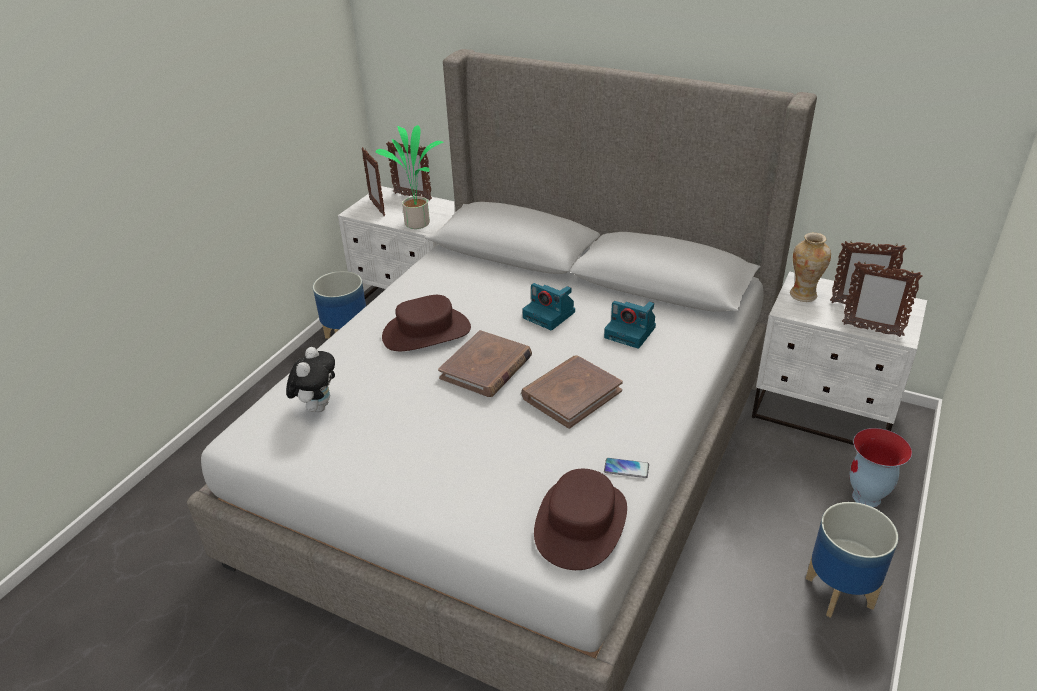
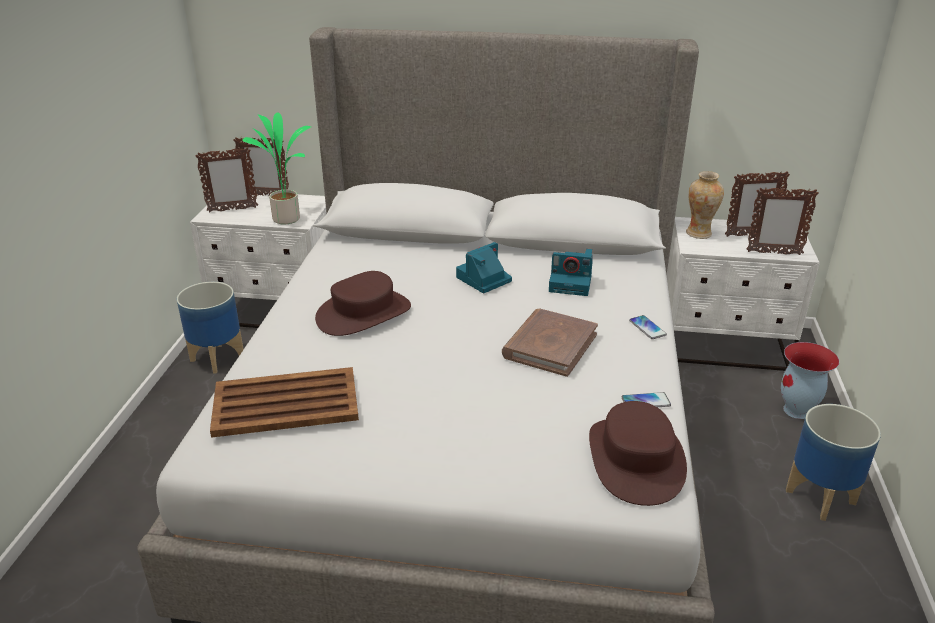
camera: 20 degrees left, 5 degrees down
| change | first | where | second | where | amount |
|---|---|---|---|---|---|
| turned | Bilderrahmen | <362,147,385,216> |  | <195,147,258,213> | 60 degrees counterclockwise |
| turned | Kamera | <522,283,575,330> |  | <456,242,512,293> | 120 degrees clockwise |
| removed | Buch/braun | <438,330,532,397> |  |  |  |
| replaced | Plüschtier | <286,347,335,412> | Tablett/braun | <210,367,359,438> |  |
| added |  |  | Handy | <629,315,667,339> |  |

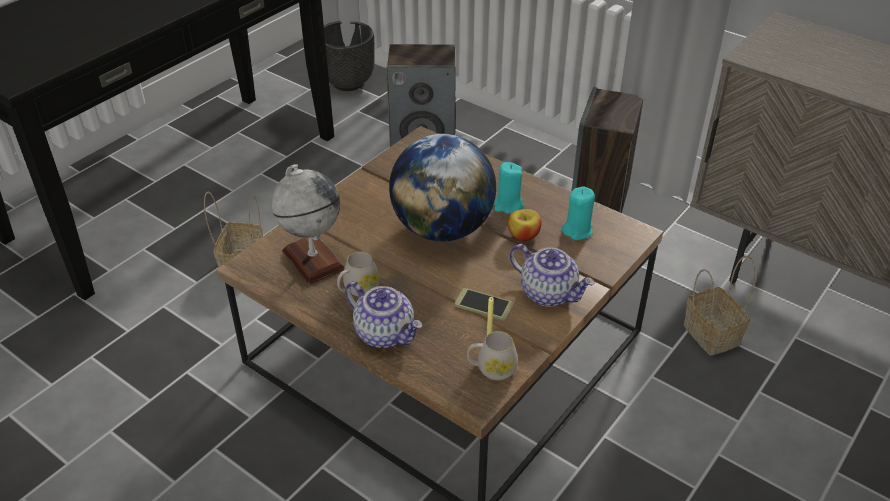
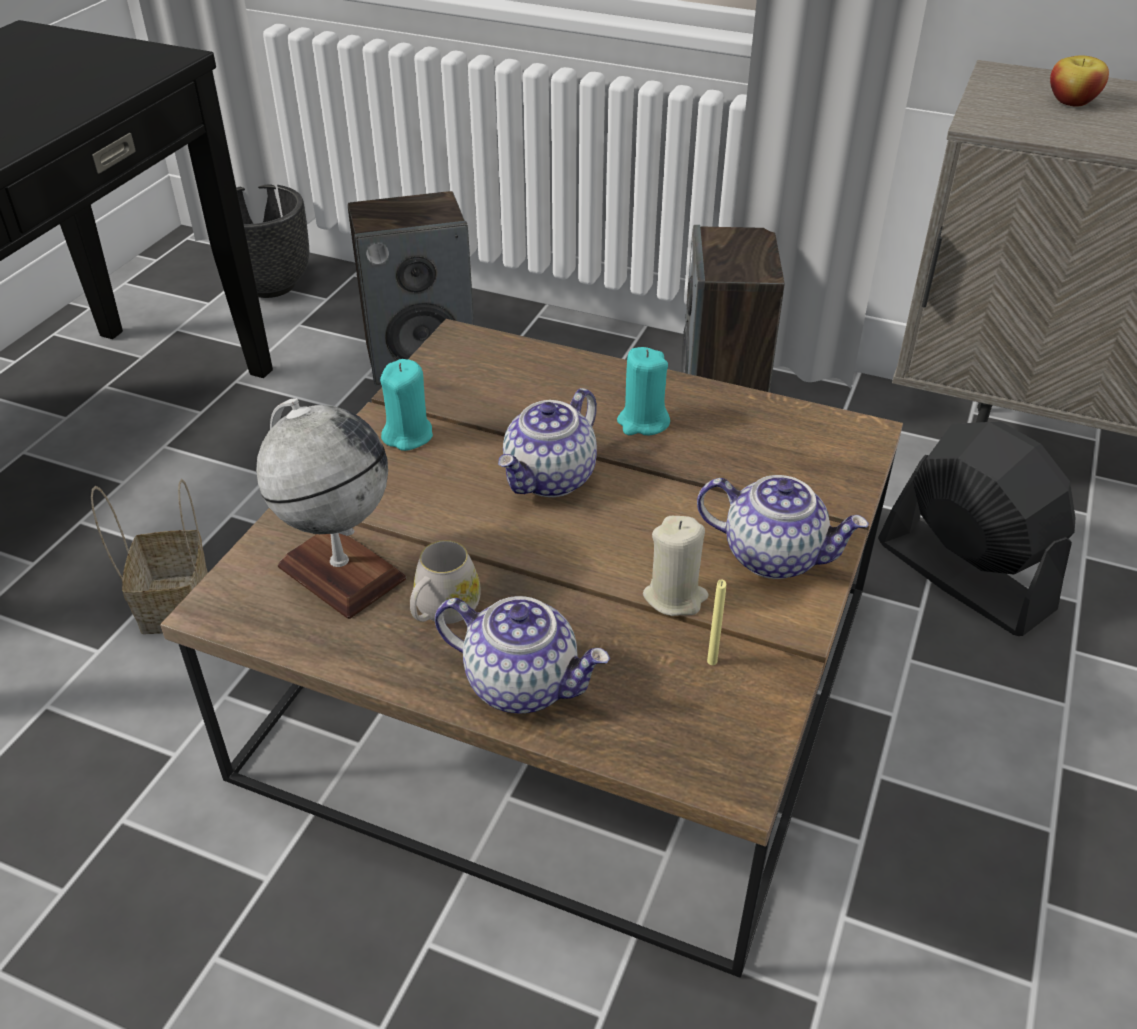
camera: 15 degrees left, 0 degrees up
| change | first | where | second | where | amount |
|---|---|---|---|---|---|
| replaced | Globus | <389,134,496,241> | Teekanne | <498,388,597,497> |  |
| moved | Kerze/türkis | <562,186,595,240> |  | <380,359,433,451> |  |
| moved | Apfel | <508,209,541,242> |  | <1050,55,1109,107> |  |
| replaced | Korb | <684,255,756,356> | Ventilator/schwarz | <878,422,1075,636> |  |
| replaced | Handy | <455,288,514,321> | Kerze/beige | <643,516,709,616> |  |
| removed | Henkelbecher/weiß | <467,331,518,380> |  |  |  |

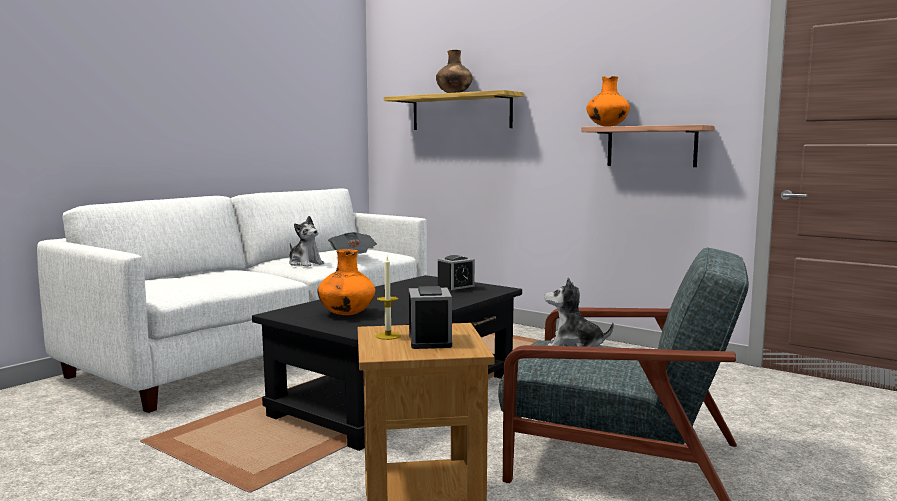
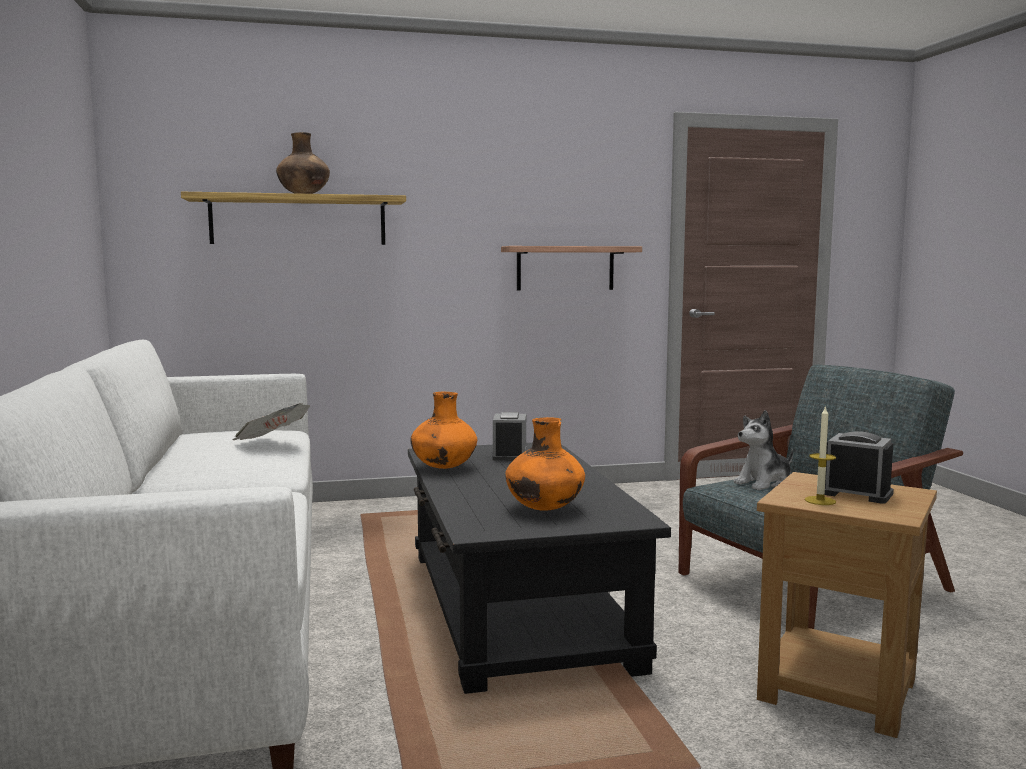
camera: 50 degrees left, 0 degrees up
| change | first | where | second | where | amount |
|---|---|---|---|---|---|
| moved | Vase/orange | <586,76,630,126> |  | <410,392,477,469> |  |
| removed | Plüschtier | <289,216,324,267> |  |  |  |

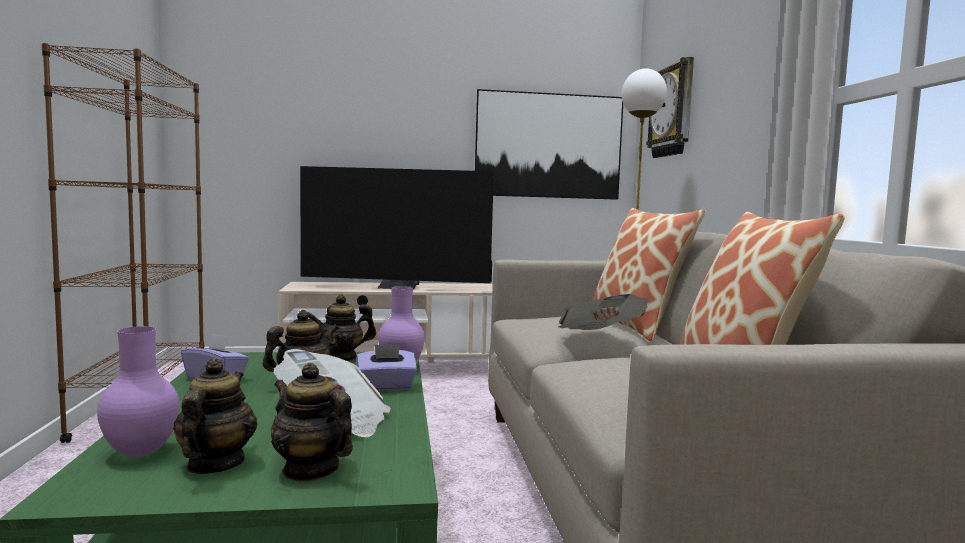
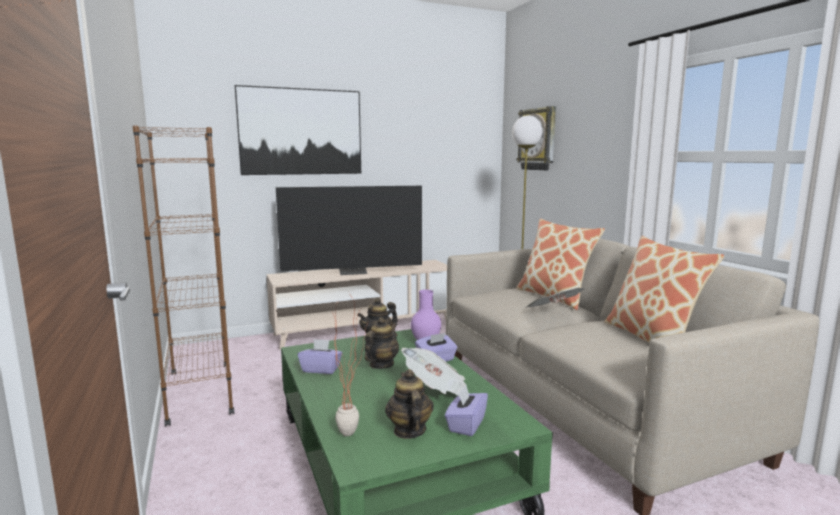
camera: 15 degrees left, 5 degrees up
| change | first | where | second | where | amount |
|---|---|---|---|---|---|
| moved | Bild | <475,89,623,200> |  | <235,85,361,175> |  |
| replaced | Vase/lila | <97,326,179,457> | Topfpflanze | <332,293,367,436> |  |
| replaced | Teekanne | <271,363,353,481> | Taschentuchbox/lila | <445,385,488,436> |  |

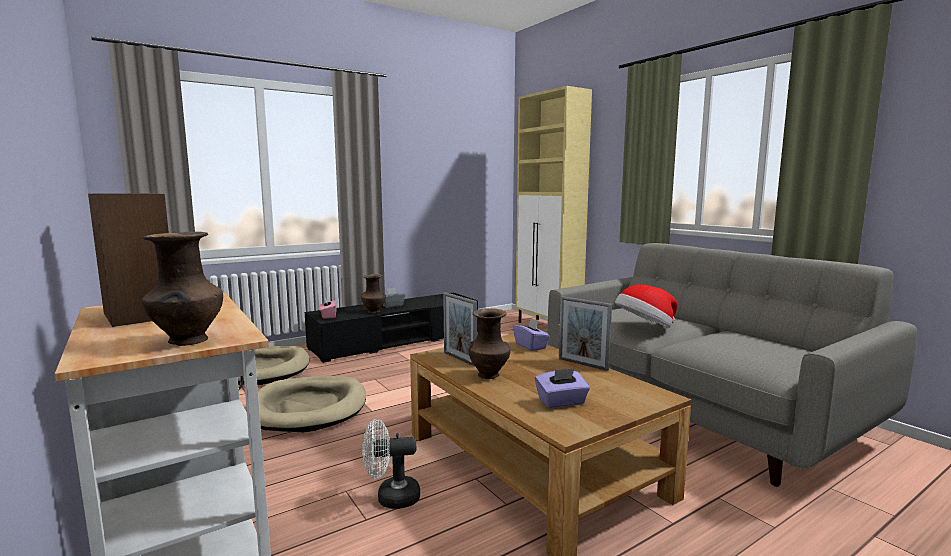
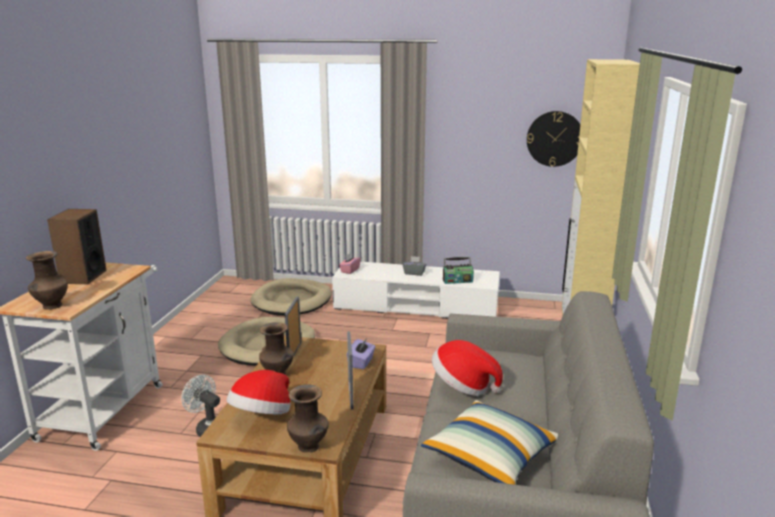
camera: 45 degrees right, 10 degrees up
| change | first | where | second | where | amount |
|---|---|---|---|---|---|
| moved | Vase/braun | <361,274,386,313> |  | <287,385,329,453> |  |
| recoloured | Fernsehschrank/schwarz | <305,293,478,363> | Fernsehschrank/weiß | <332,262,500,319> |  |
| replaced | Taschentuchbox/lila | <535,368,590,409> | Hut | <227,370,291,414> |  |
| added |  |  | Wanduhr | <527,111,580,167> |  |
| added |  |  | Radio | <443,257,474,284> |  |
| added |  |  | Kissen | <421,400,558,485> |  |

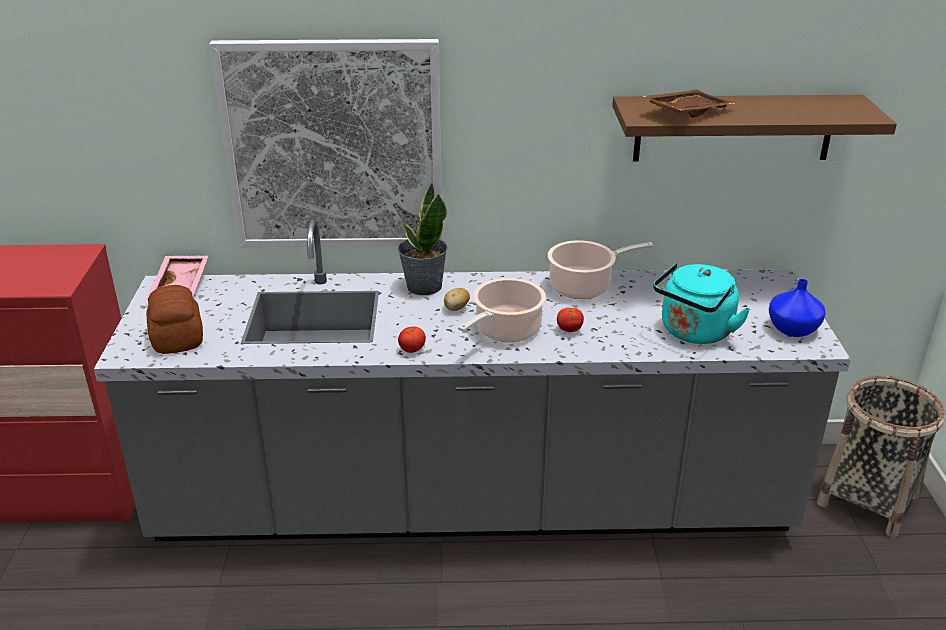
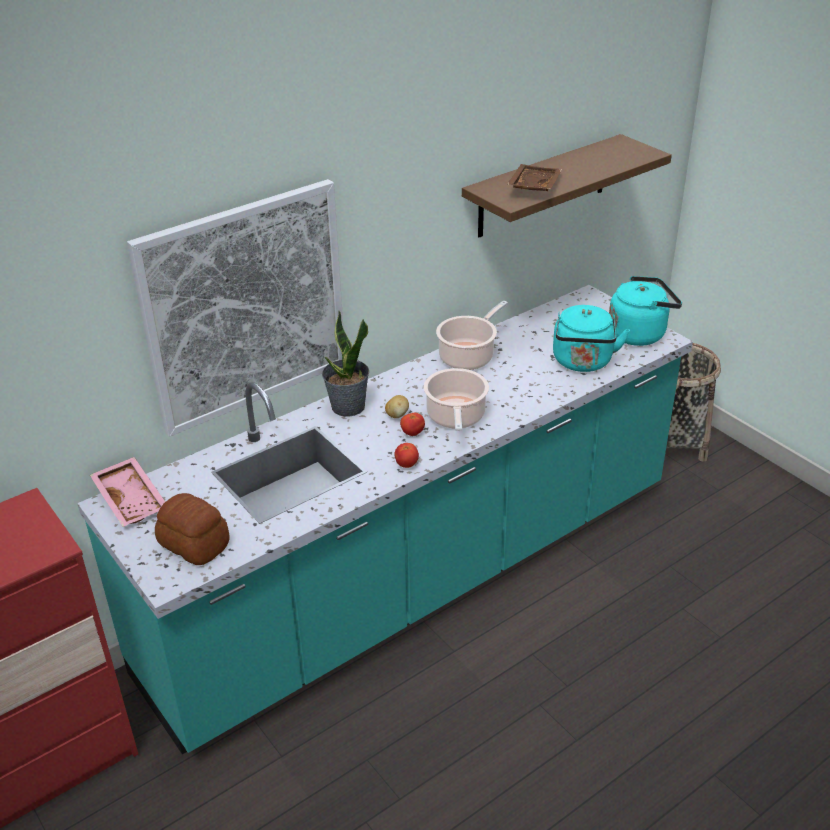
camera: 35 degrees left, 5 degrees up
| change | first | where | second | where | amount |
|---|---|---|---|---|---|
| recoloured | Küchenzeile/grau | <94,219,851,541> | Küchenzeile/türkis | <77,285,693,755> |  |
| replaced | Vase/blau | <769,279,826,337> | Wasserkessel/türkis | <609,276,682,346> |  |
| moved | Tomate | <557,308,584,332> |  | <400,413,425,436> |  |

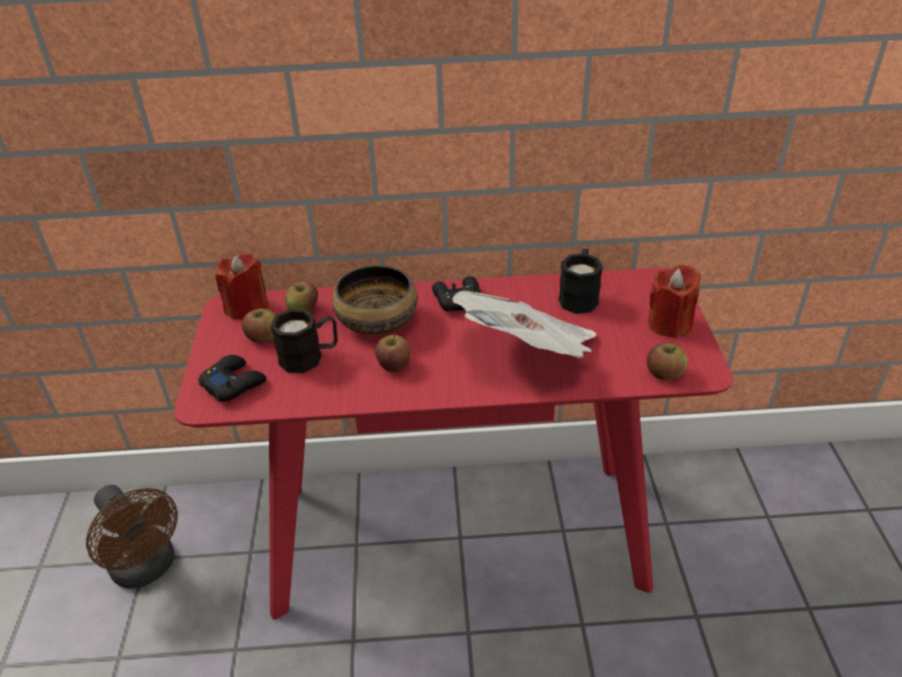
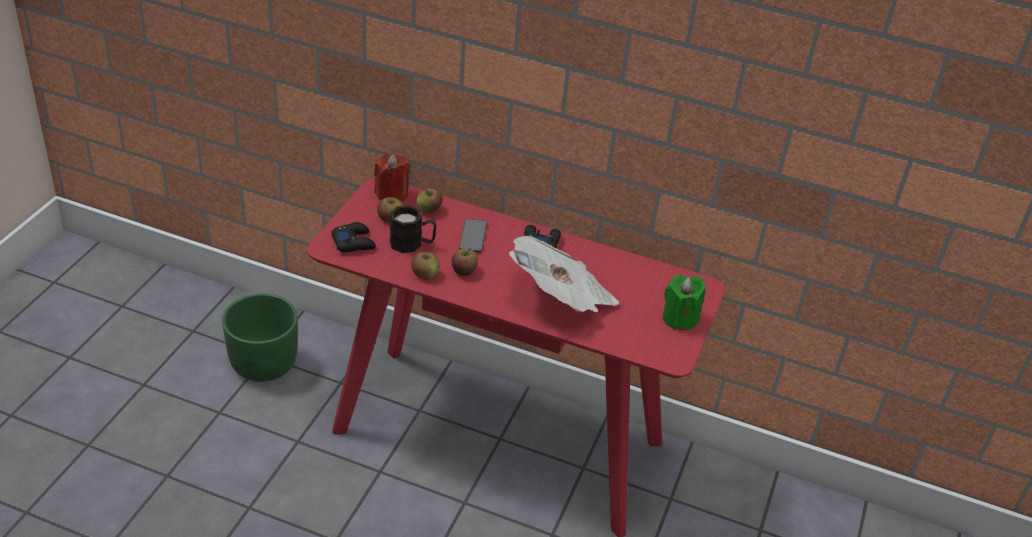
camera: 20 degrees right, 0 degrees up
| change | first | where | second | where | amount |
|---|---|---|---|---|---|
| removed | Henkelbecher/schwarz | <558,249,603,314> |  |  |  |
| replaced | Schüssel | <332,265,417,335> | Handy | <459,219,487,253> |  |
| recoloured | Kerze/rot | <648,265,700,338> | Kerze/grün | <663,275,705,330> |  |
| moved | Apfel | <647,343,688,380> |  | <411,252,439,279> |  |
| replaced | Ventilator/braun | <86,485,178,589> | Pflanzkübel/grün | <222,294,298,382> |  |

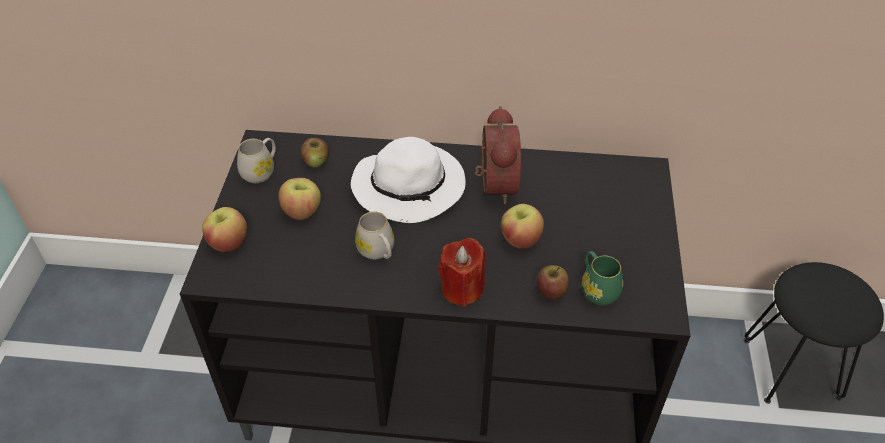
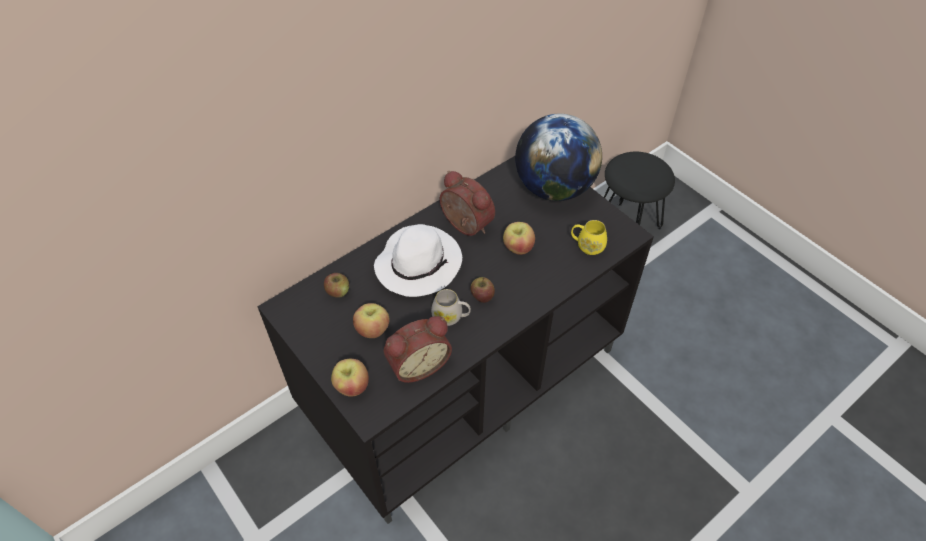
camera: 45 degrees left, 5 degrees up
| change | first | where | second | where | amount |
|---|---|---|---|---|---|
| removed | Henkelbecher/weiß | <237,138,276,183> |  |  |  |
| removed | Kerze/rot | <438,238,485,307> |  |  |  |
| recoloured | Henkelbecher/grün | <581,251,623,305> | Henkelbecher/gelb | <571,220,607,255> |  |
| moved | Apfel | <537,265,569,300> |  | <470,277,495,303> |  |
| added |  |  | Globus | <515,114,602,201> |  |
| added |  |  | Wecker | <383,316,452,383> |  |

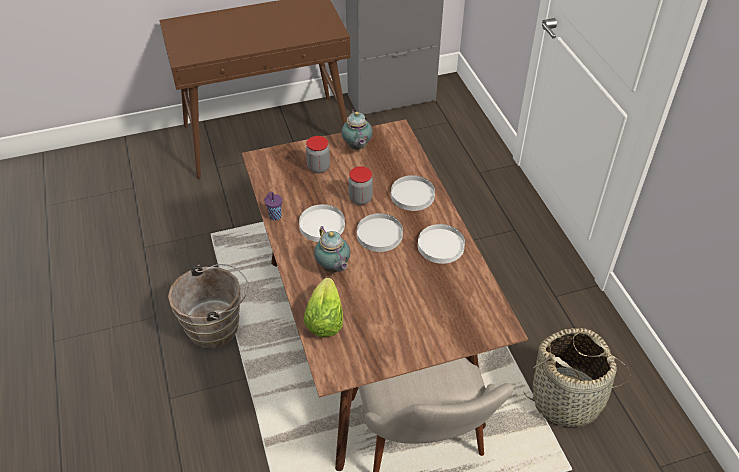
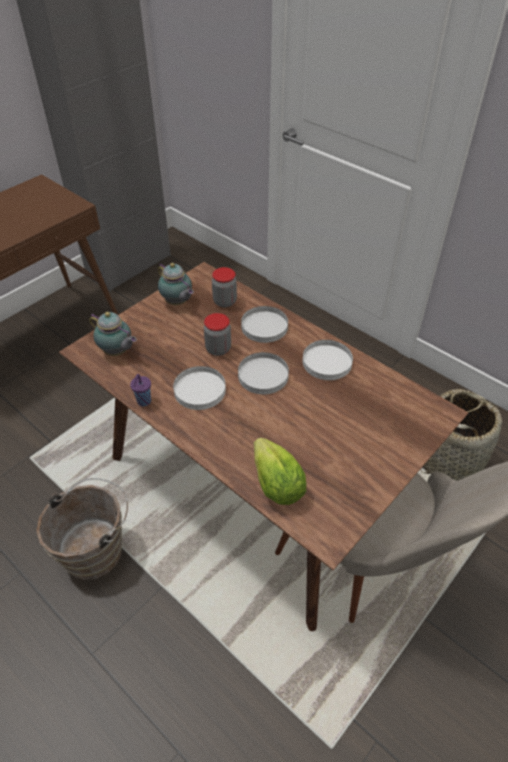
camera: 30 degrees left, 0 degrees up
| change | first | where | second | where | amount |
|---|---|---|---|---|---|
| moved | Vorratsglas | <306,136,330,173> |  | <212,267,237,308> |  |
| moved | Teekanne | <314,226,350,273> |  | <89,312,137,356> |  |

